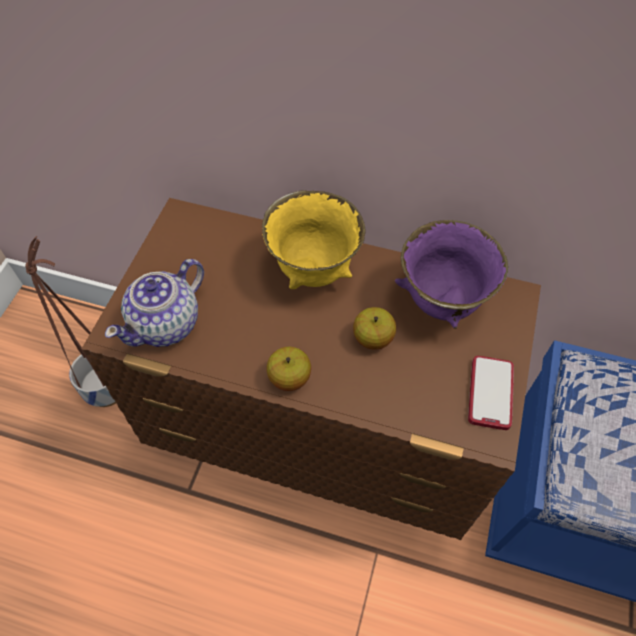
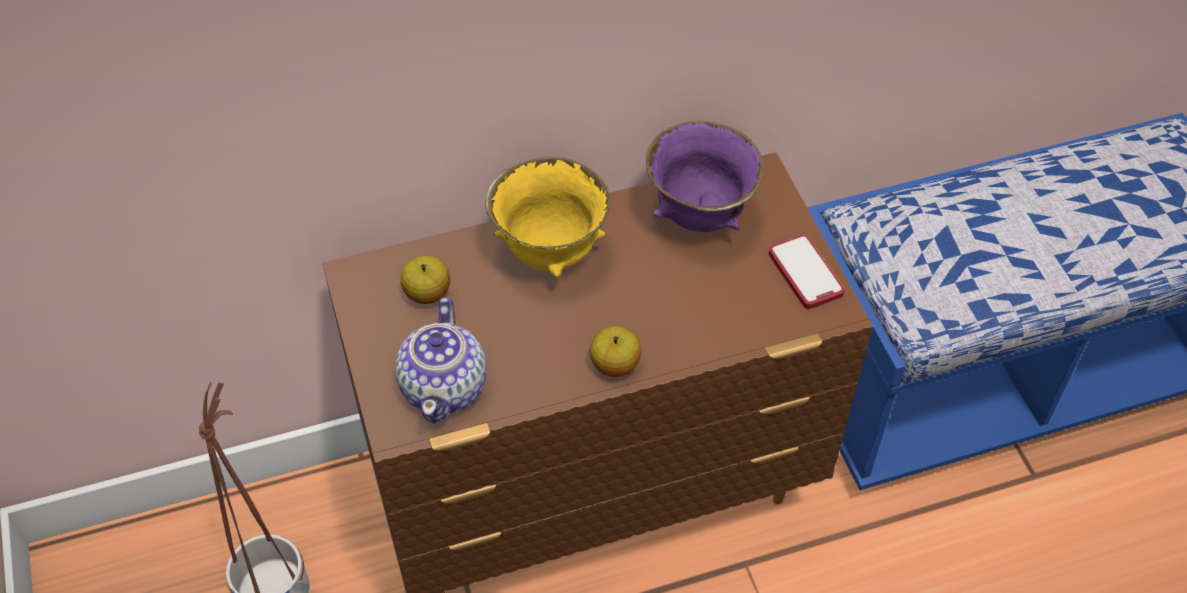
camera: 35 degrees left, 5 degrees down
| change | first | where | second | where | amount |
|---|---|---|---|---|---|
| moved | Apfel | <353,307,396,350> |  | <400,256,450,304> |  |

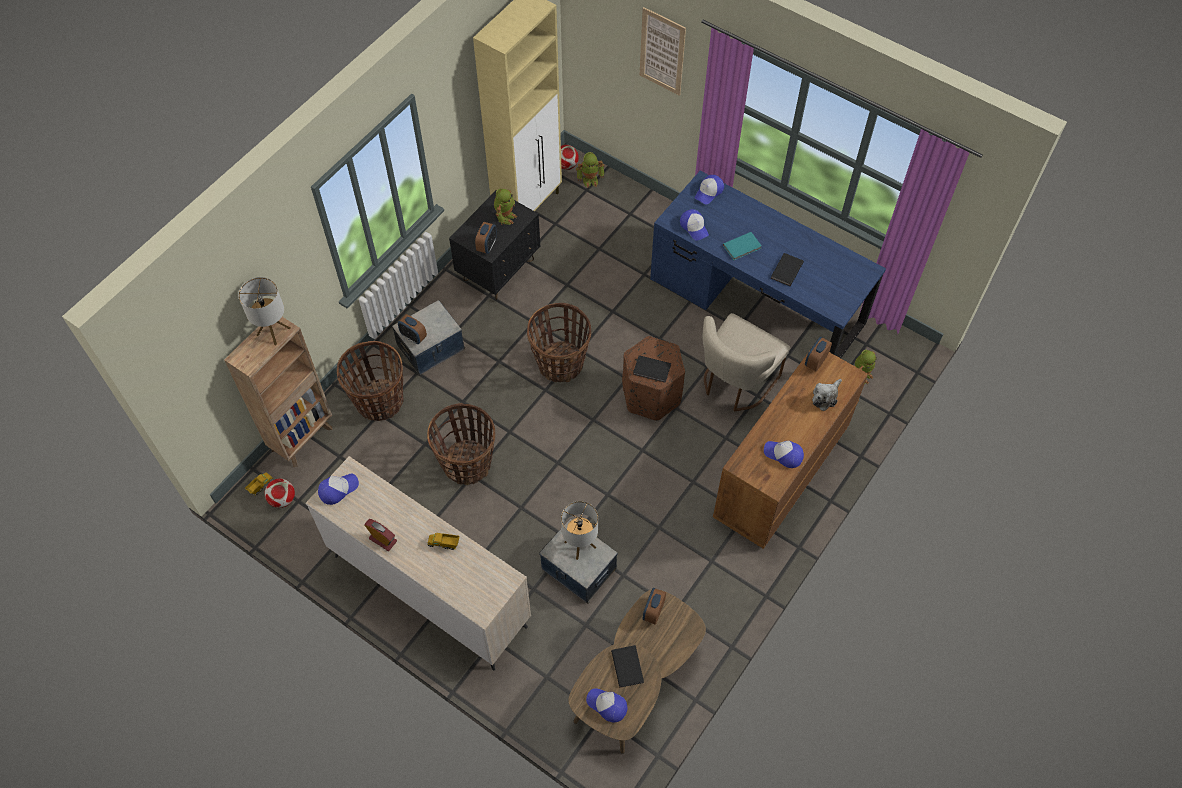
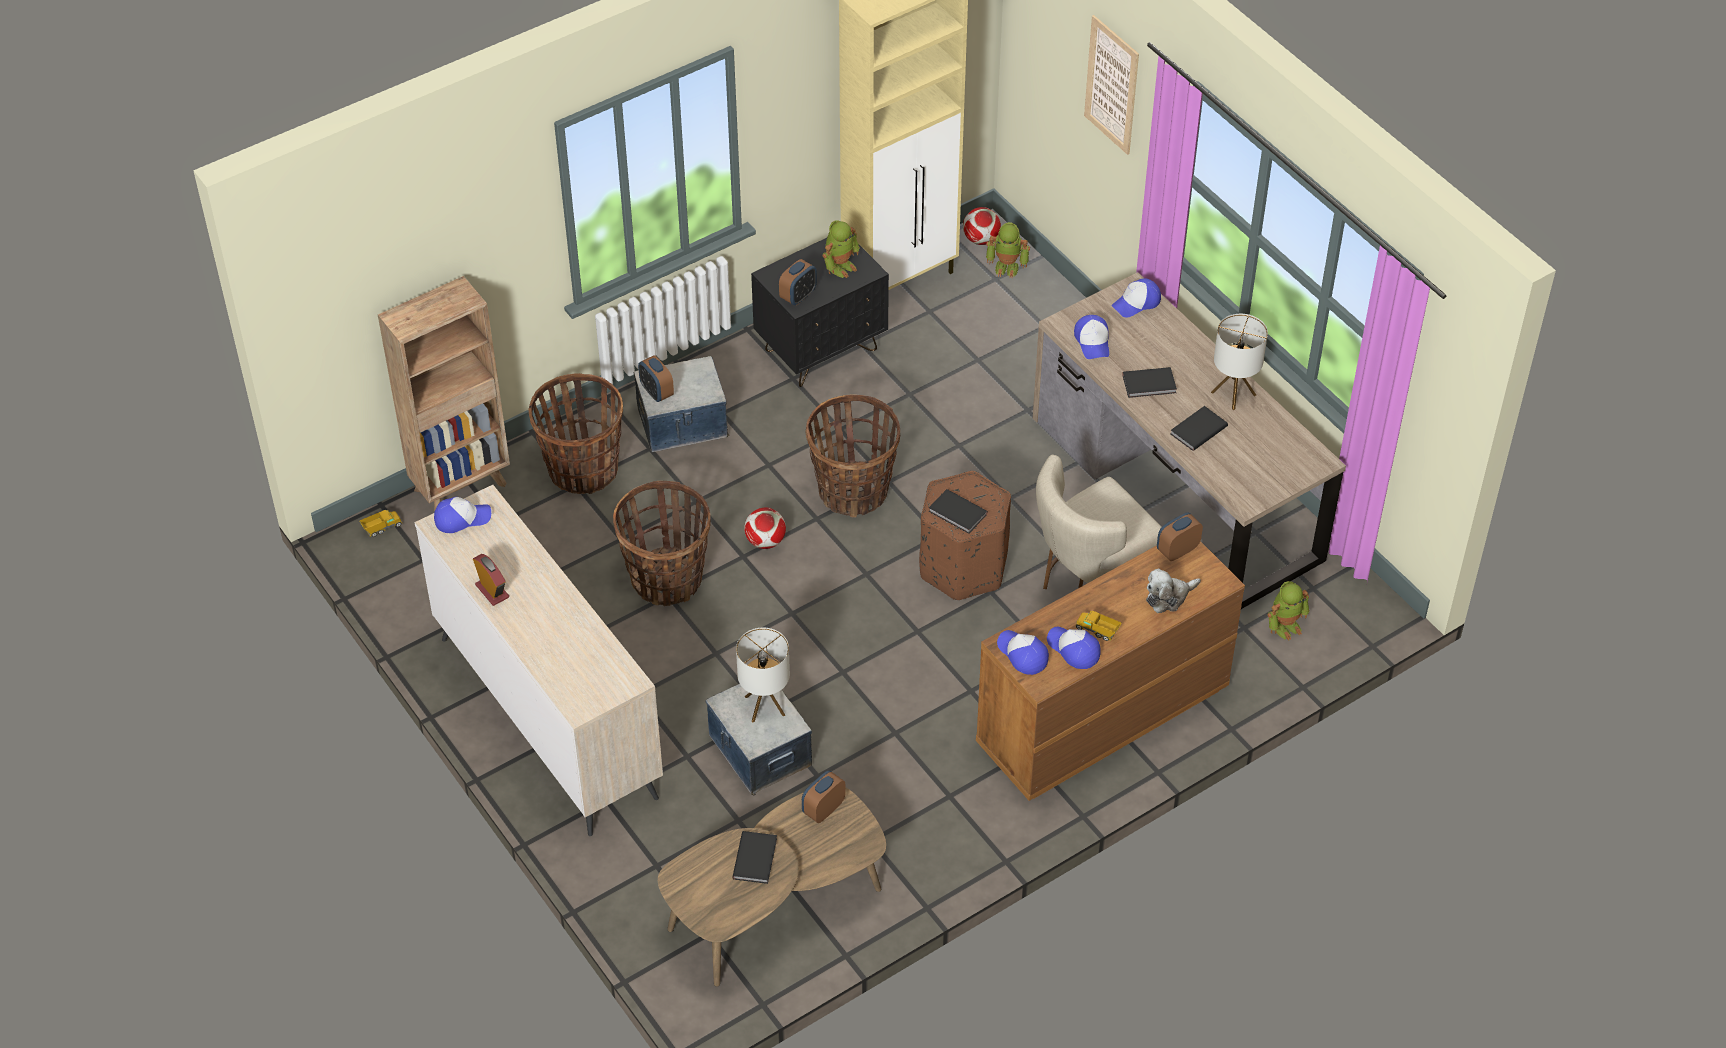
camera: 20 degrees right, 10 degrees down
| change | first | where | second | where | amount |
|---|---|---|---|---|---|
| recoloured | Schreibtisch/blau | <650,171,886,358> | Schreibtisch/braun | <1033,272,1346,609> |  |
| recoloured | Buch/türkis | <723,232,762,260> | Buch/schwarz | <1122,367,1177,398> |  |
| moved | Tischlampe | <238,277,290,345> |  | <1211,314,1268,410> |  |
| moved | Fußball | <265,479,295,508> |  | <744,508,786,549> |  |
| moved | Spielzeuglaster | <427,533,460,550> |  | <1075,610,1122,641> |  |
| moved | Kappe | <586,688,627,722> |  | <997,630,1049,675> |  |

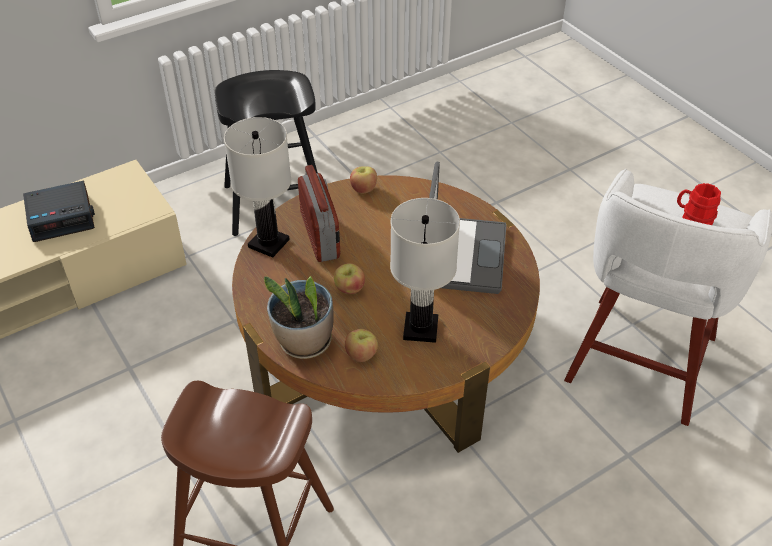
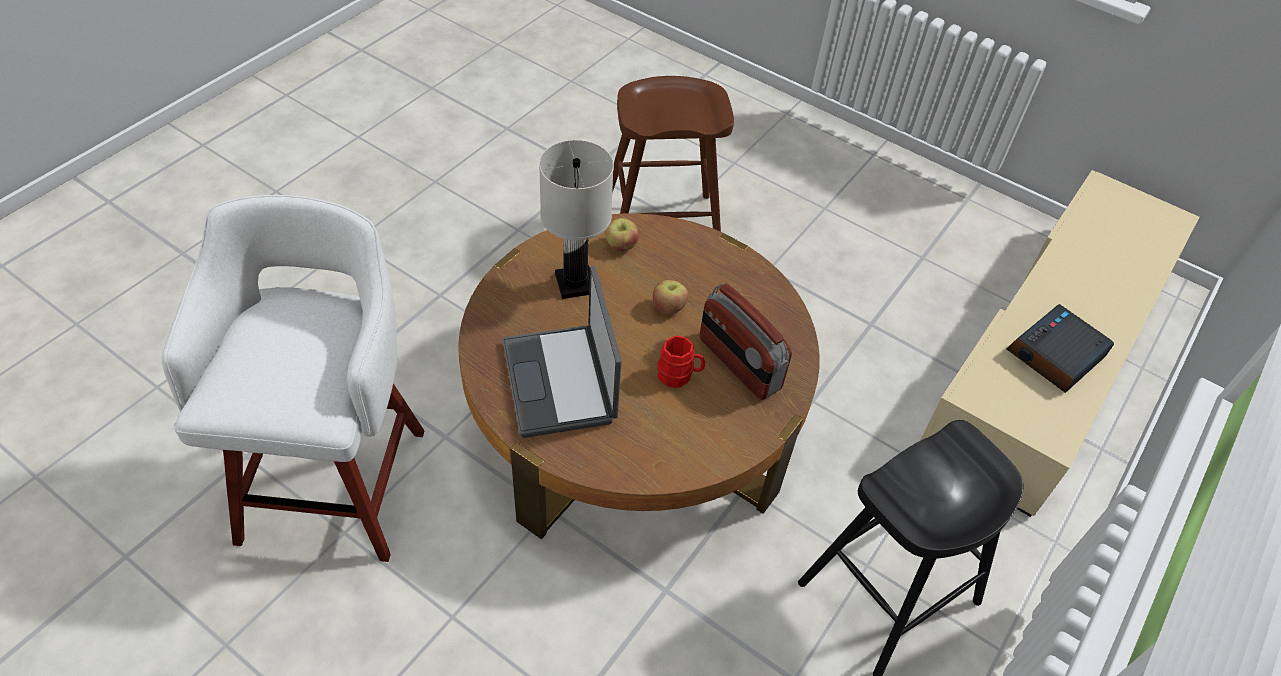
camera: 155 degrees right, 5 degrees up
| change | first | where | second | where | amount |
|---|---|---|---|---|---|
| removed | Tischlampe/weiß | <224,117,291,258> |  |  |  |
| removed | Apfel | <350,166,377,194> |  |  |  |
| moved | Henkelbecher/rot | <677,183,721,225> |  | <657,336,705,388> |  |
| removed | Topfpflanze | <264,276,334,359> |  |  |  |

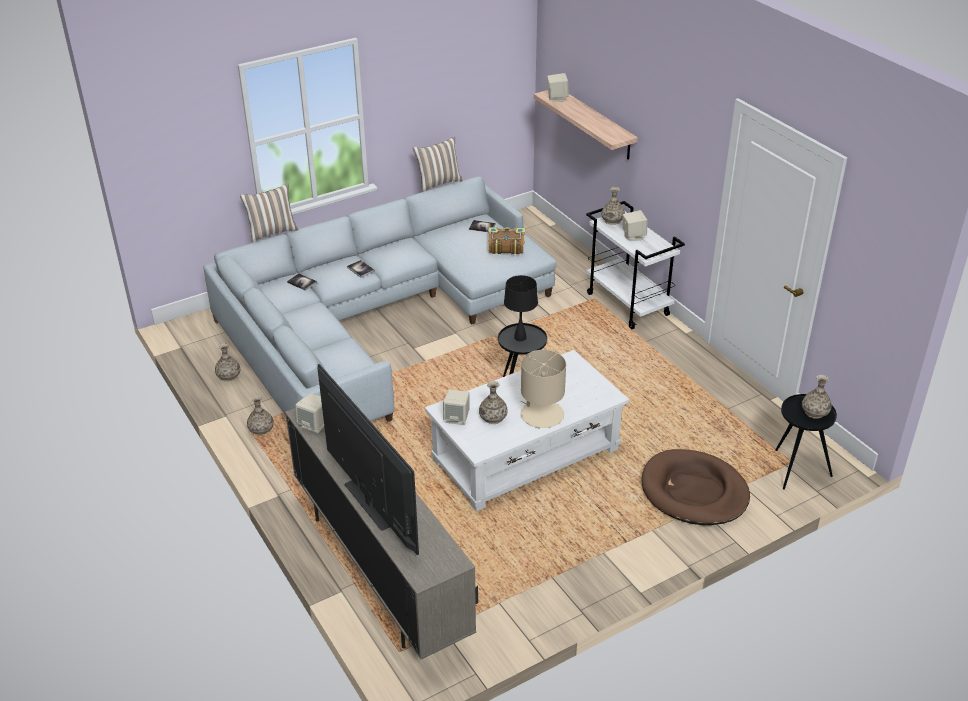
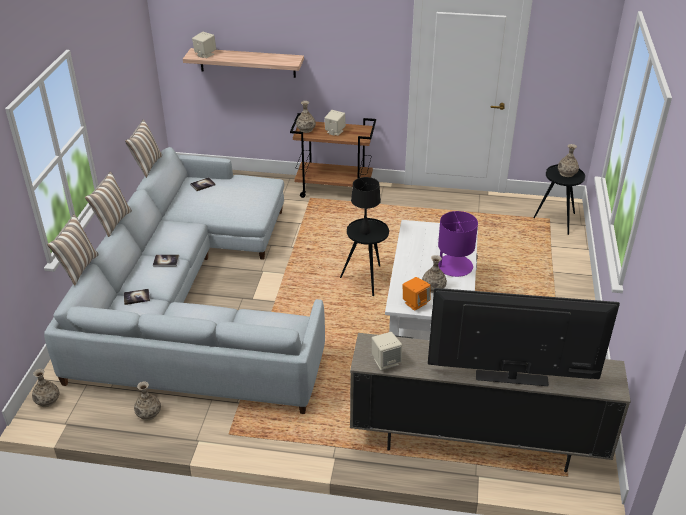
camera: 50 degrees left, 0 degrees up
| change | first | where | second | where | amount |
|---|---|---|---|---|---|
| recoloured | Rollwagen/weiß | <586,201,685,329> | Rollwagen/braun | <290,113,376,198> |  |
| removed | Buch | <488,227,525,254> |  |  |  |
| recoloured | Tischlampe/beige | <520,350,566,429> | Tischlampe/lila | <438,211,478,277> |  |
| recoloured | Lautsprecher/beige | <443,389,470,425> | Lautsprecher/orange | <403,277,431,311> |  |
| moved | Vase | <247,395,274,435> |  | <32,369,59,407> |  |
| removed | Hundebett/braun | <642,449,750,525> |  |  |  |
| added |  |  | Kissen | <85,172,132,237> |  |

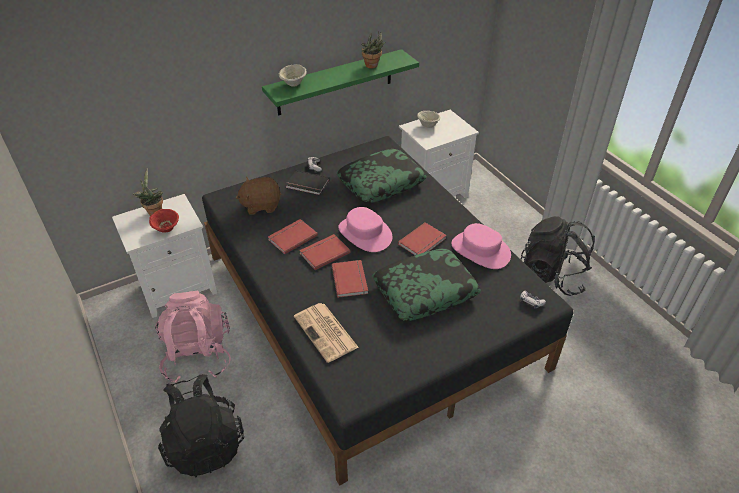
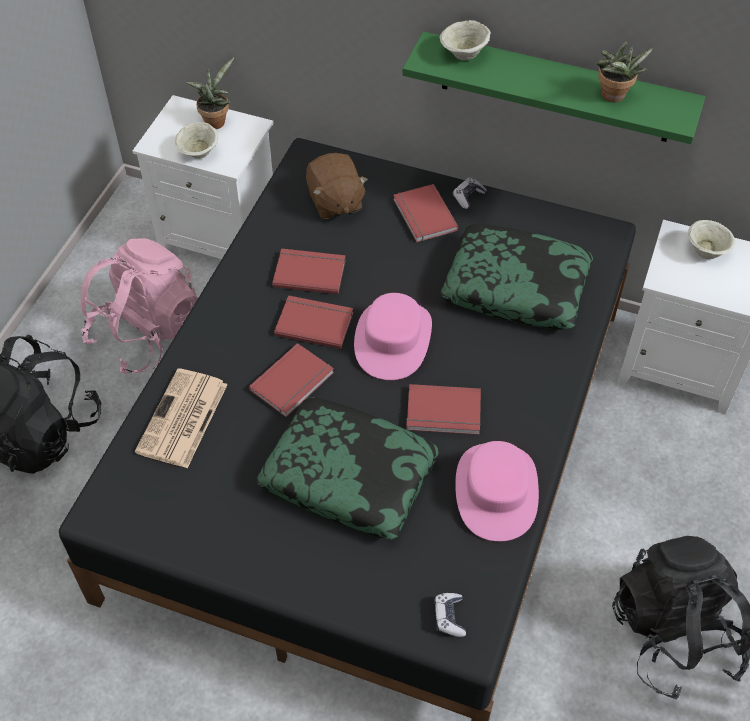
camera: 50 degrees right, 10 degrees up
| change | first | where | second | where | amount |
|---|---|---|---|---|---|
| recoloured | Buch/schwarz | <285,170,330,196> | Buch/rot | <393,184,459,242> |  |
| turned | Plüschtier/braun | <236,177,282,215> |  | <306,153,368,219> | 150 degrees counterclockwise |
| recoloured | Schüssel/rot | <149,209,179,233> | Schüssel/beige | <175,122,218,159> |  |

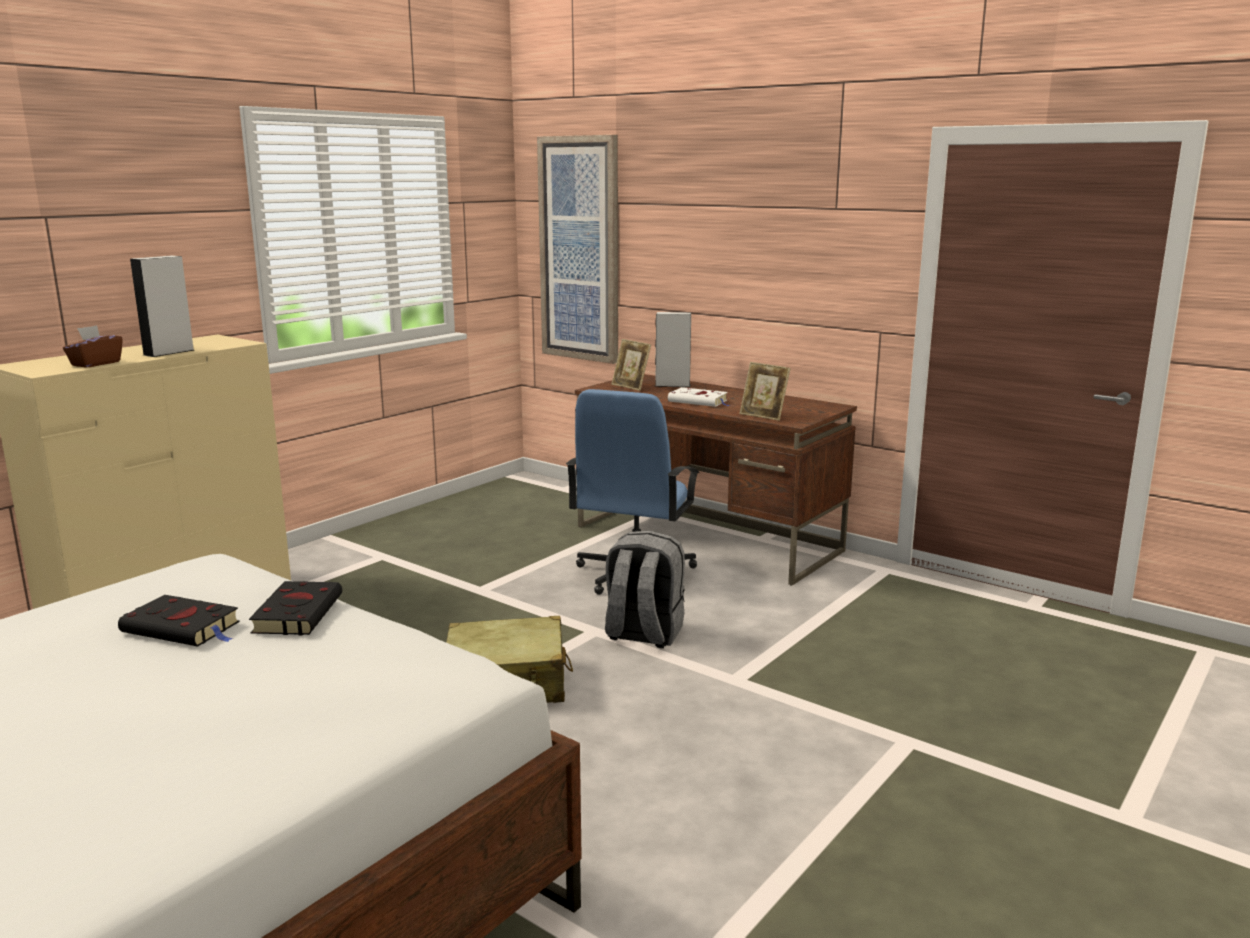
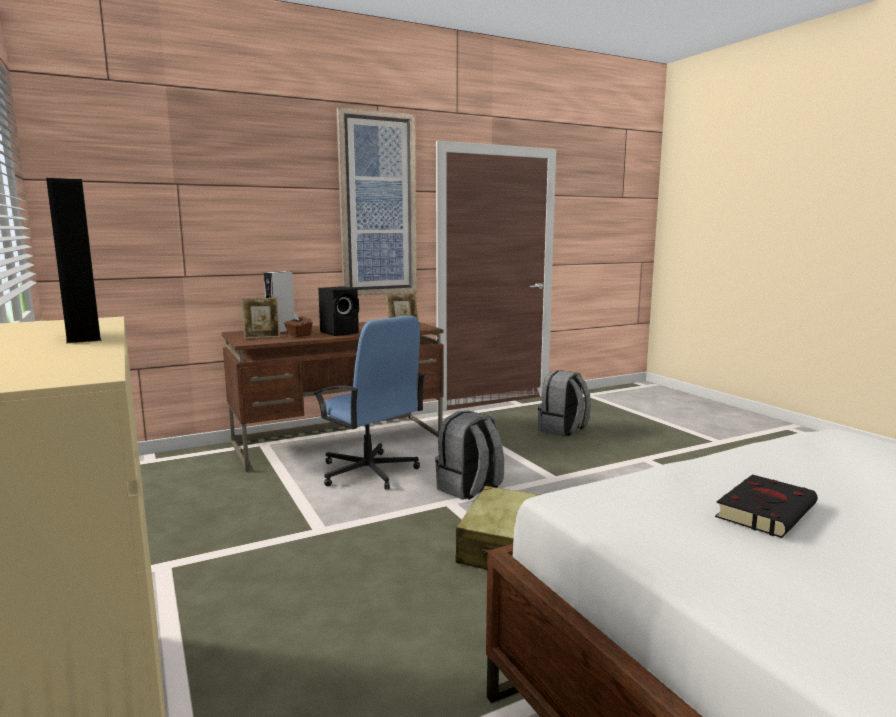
camera: 65 degrees left, 5 degrees down
| change | first | where | second | where | amount |
|---|---|---|---|---|---|
| moved | Bild | <537,135,618,364> |  | <336,107,417,296> |  |
| moved | Taschentuchbox/braun | <63,325,123,367> |  | <284,313,312,337> |  |
| replaced | Buch/weiß | <668,387,730,407> | Lautsprecher/schwarz | <318,286,359,336> |  |
| removed | Buch/schwarz | <249,581,342,635> |  |  |  |
| added |  |  | Rucksack/grau | <537,370,591,437> |  |

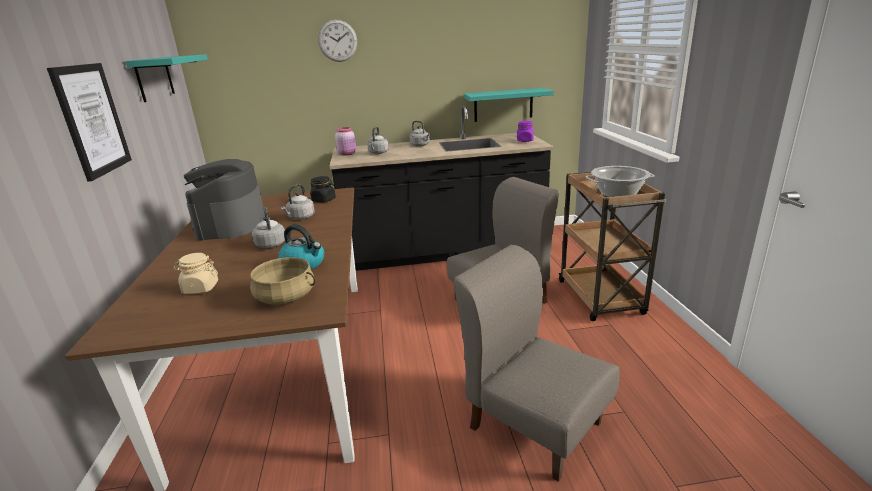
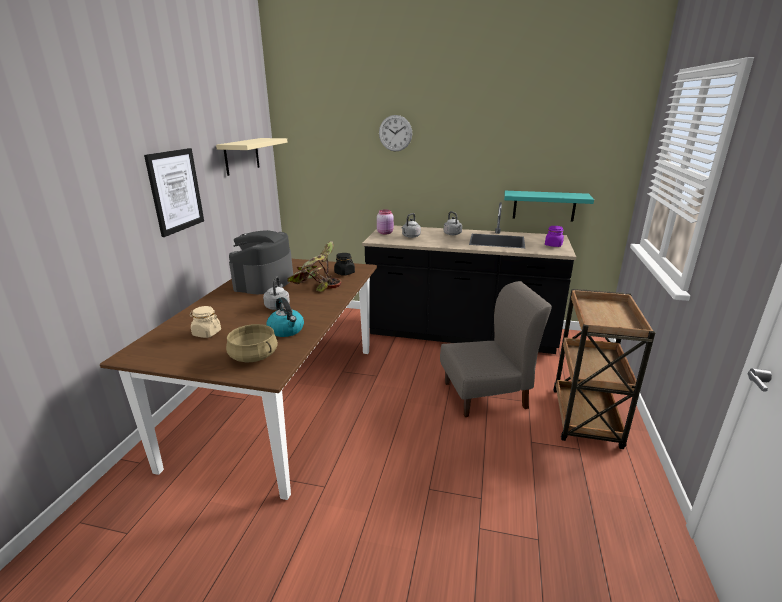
camera: 20 degrees right, 0 degrees up
| change | first | where | second | where | amount |
|---|---|---|---|---|---|
| recoloured | Wandregal/türkis | <125,54,208,102> | Wandregal/beige | <216,138,288,176> |  |
| removed | Kochtopf | <586,166,655,197> |  |  |  |
| replaced | Wasserkessel/grau | <281,184,315,220> | Topfpflanze | <287,241,342,292> |  |
| removed | Stuhl/grau | <454,244,620,482> |  |  |  |

